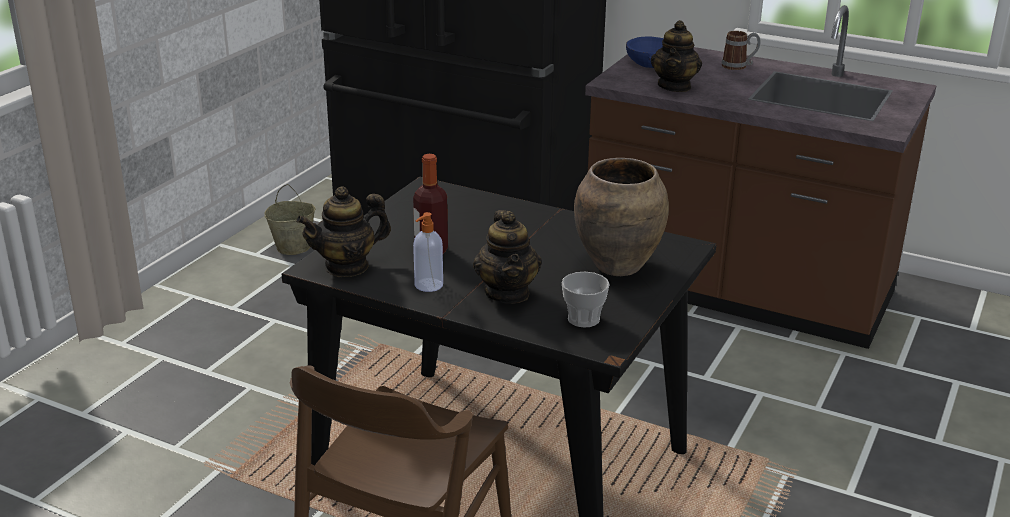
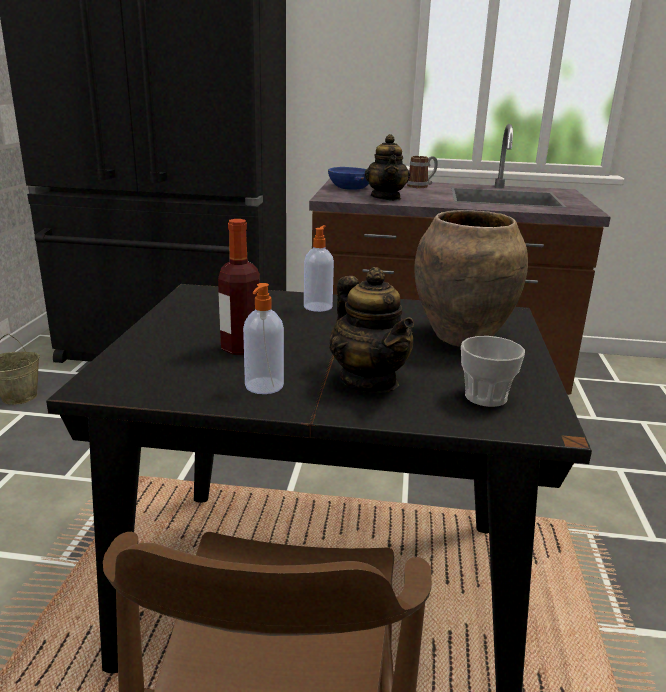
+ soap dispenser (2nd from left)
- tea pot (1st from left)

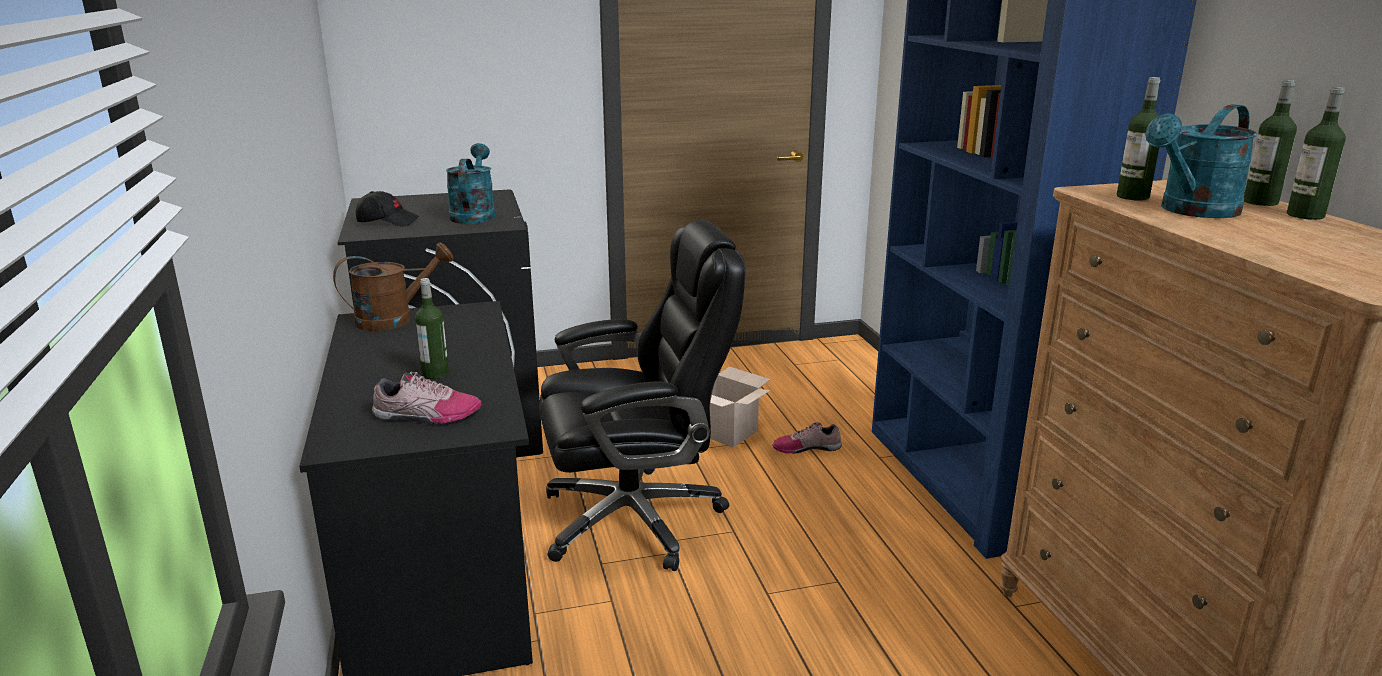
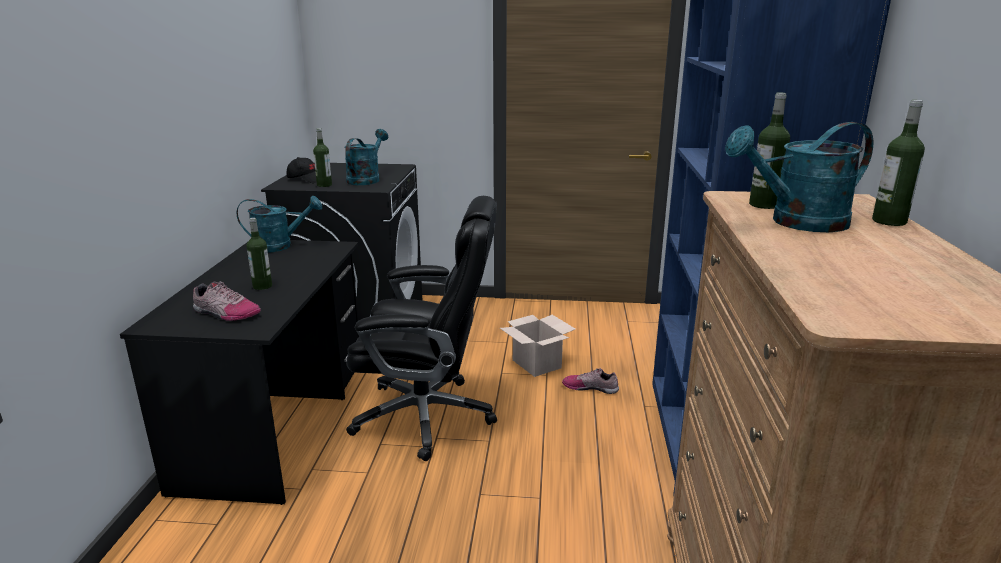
~ watering pot in brownish to watering pot in blue-green (1st from left)
~ drink bottle (4th from left in the first image) to drink bottle (2nd from left)

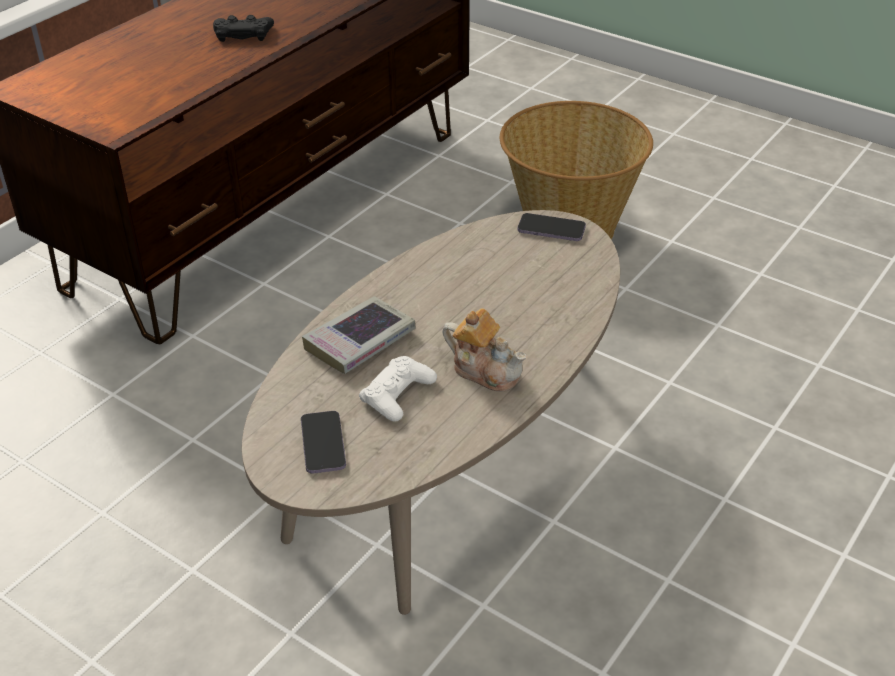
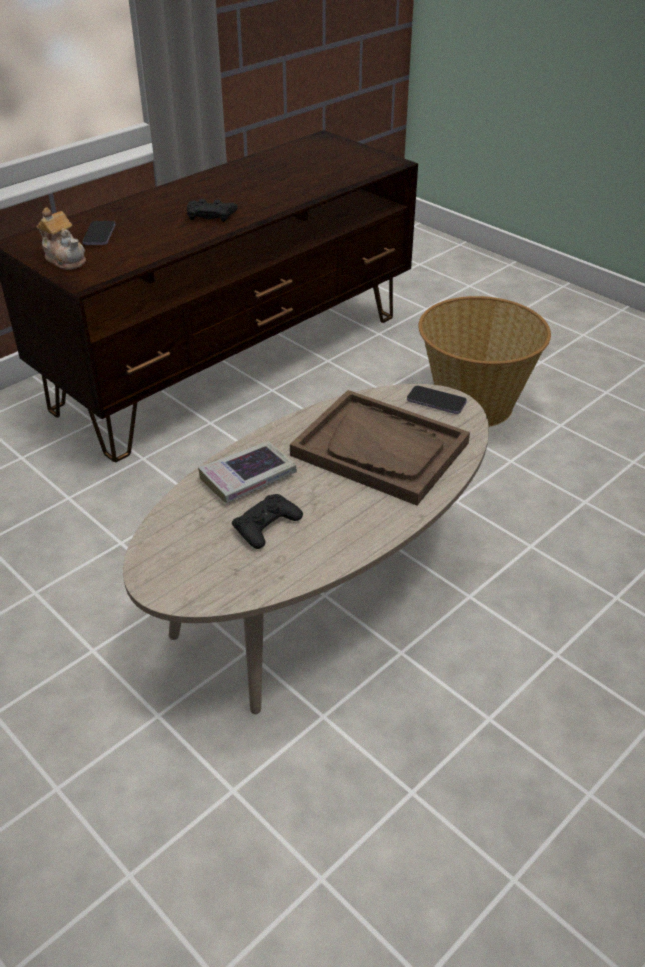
~ tea pot
~ telephone (1st from left)
~ joypad in whitish to joypad in black-coloured (2nd from left)
+ serving tray in brownish

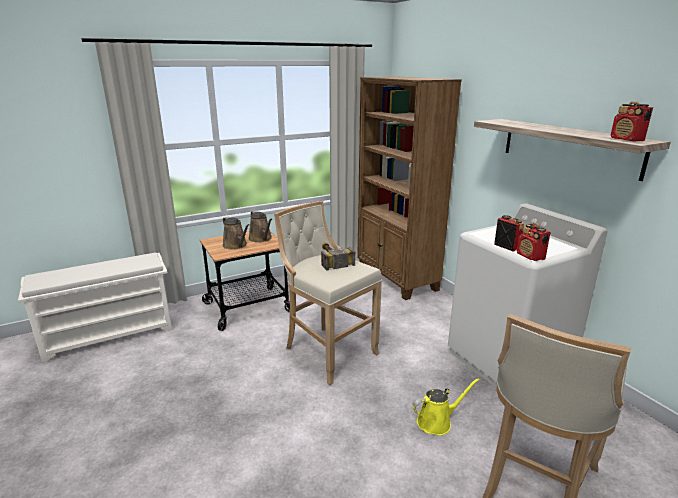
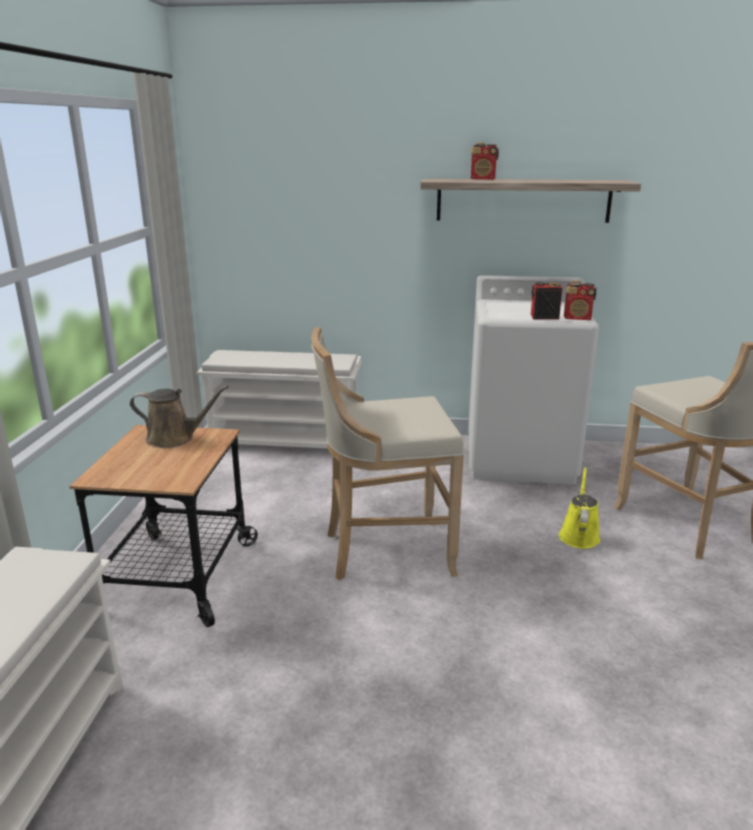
~ shelving unit in brownish to shoe shelf in whitish (2nd from left)
~ radio (3rd from left in the first image) to radio (1st from left)
- watering pot in brownish (1st from left)
- hammer

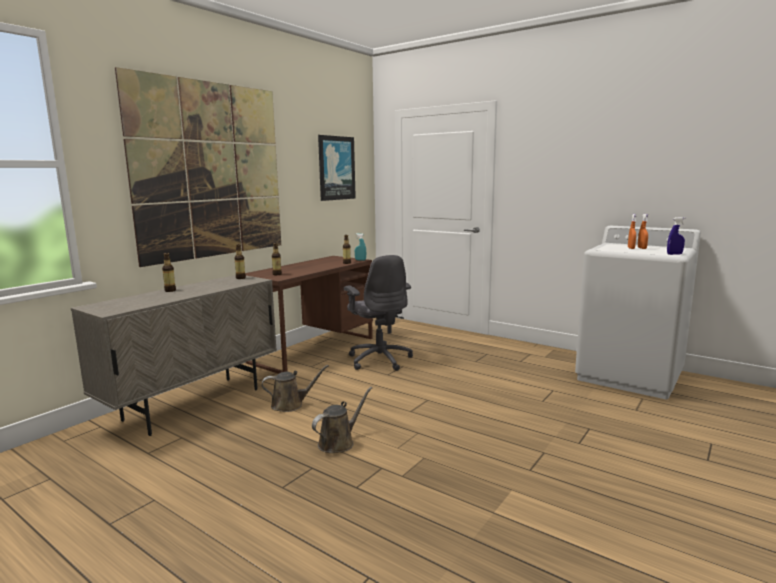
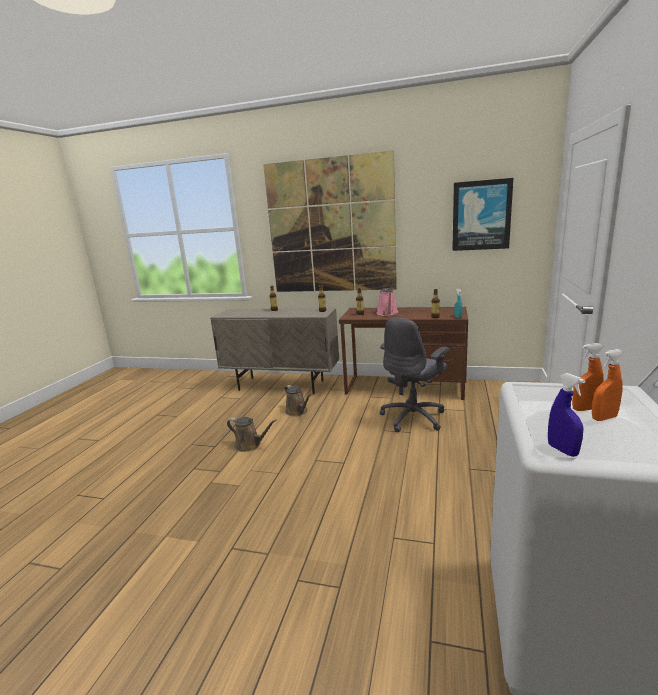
+ watering pot in pink

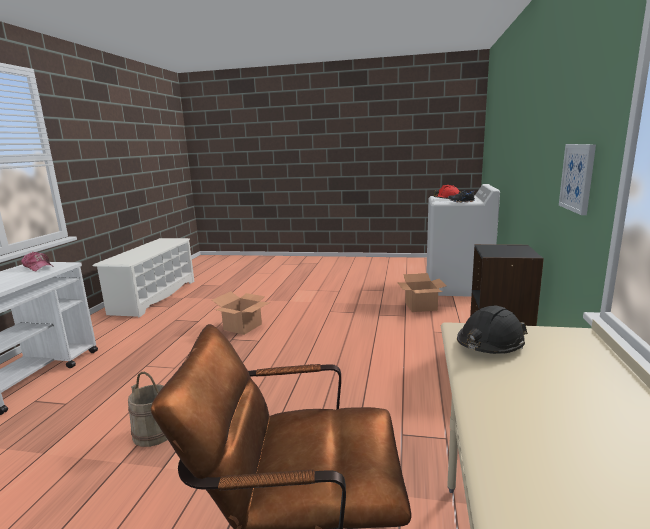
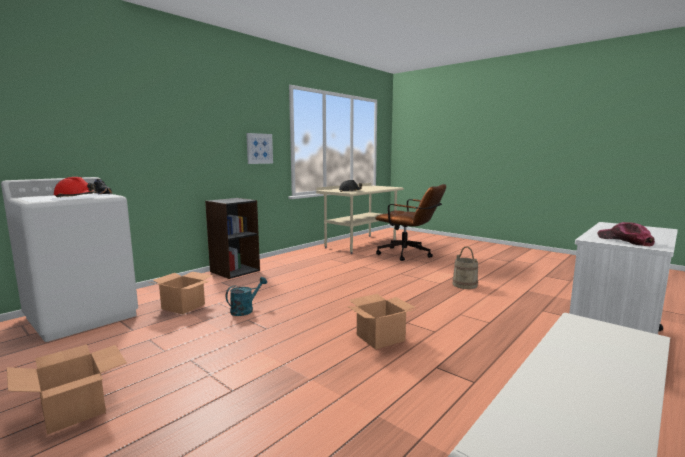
+ cardboard box (1st from left)
+ watering pot in blue-green

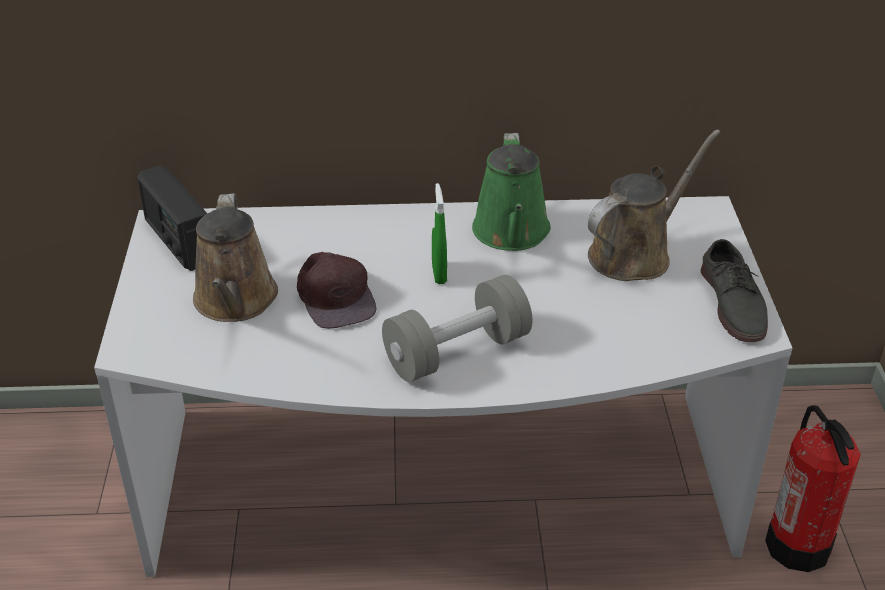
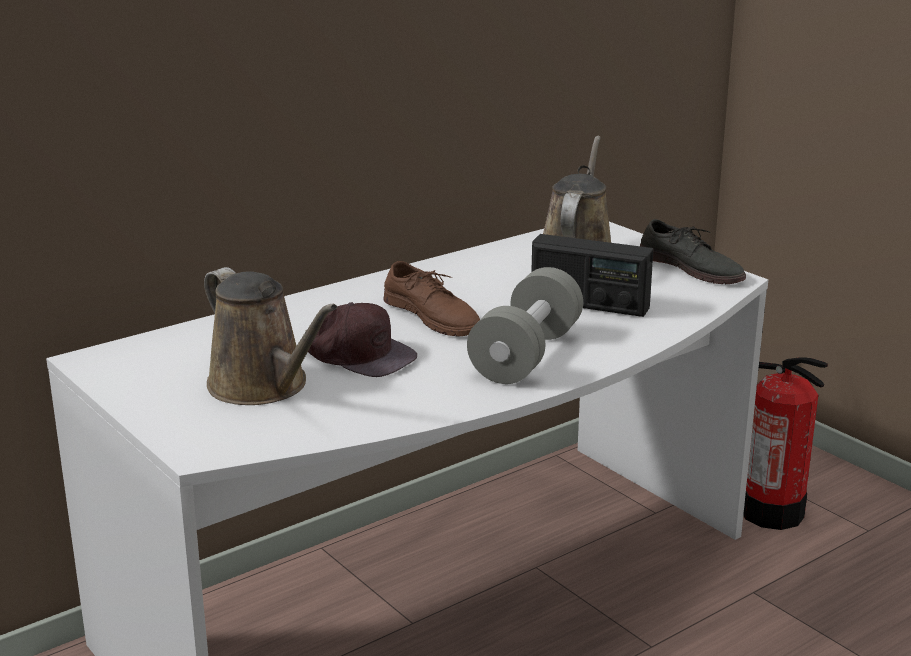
~ hand sprayer in greenish to item of footwear in brownish
~ radio
- watering pot in greenish

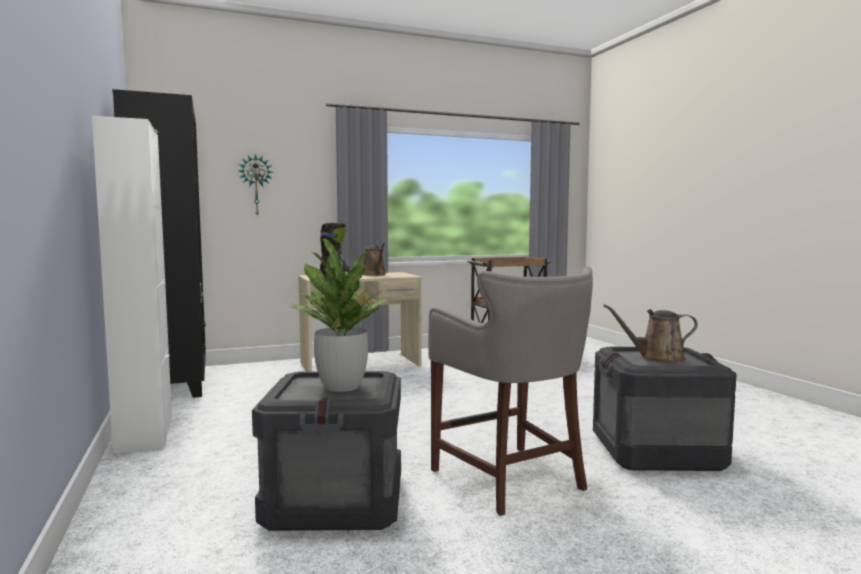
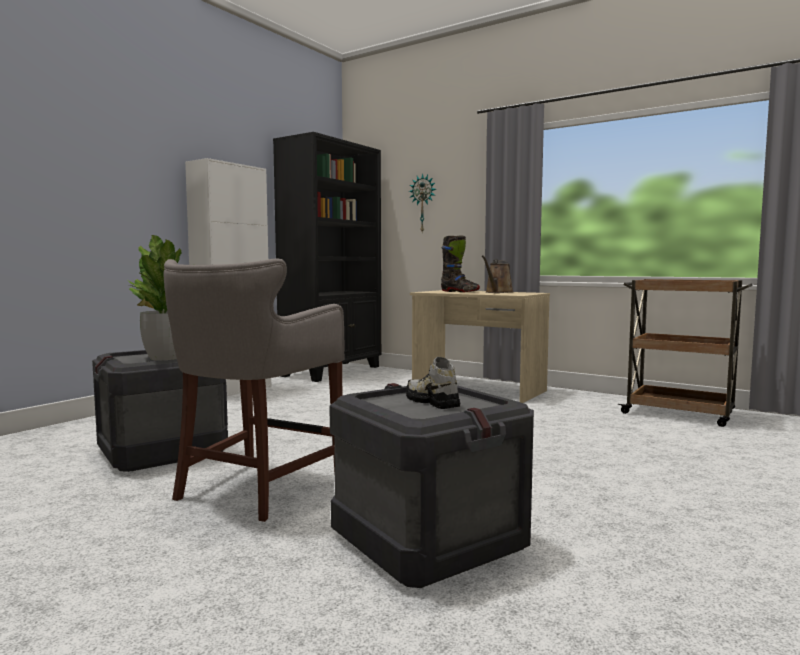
~ watering pot in brownish (2nd from left) to item of footwear

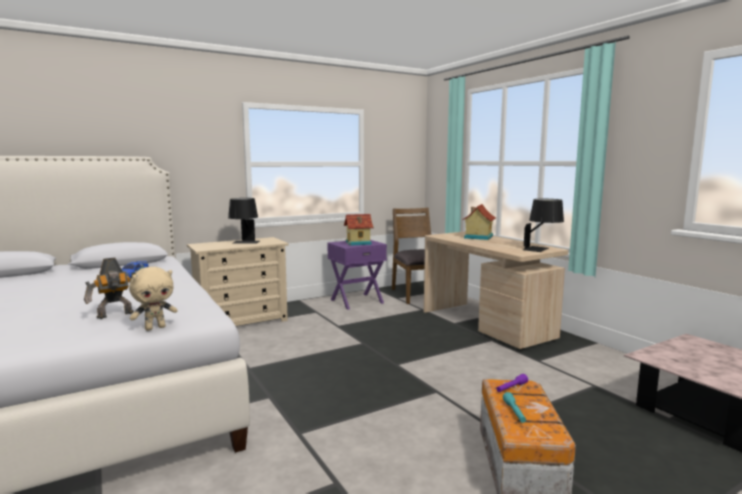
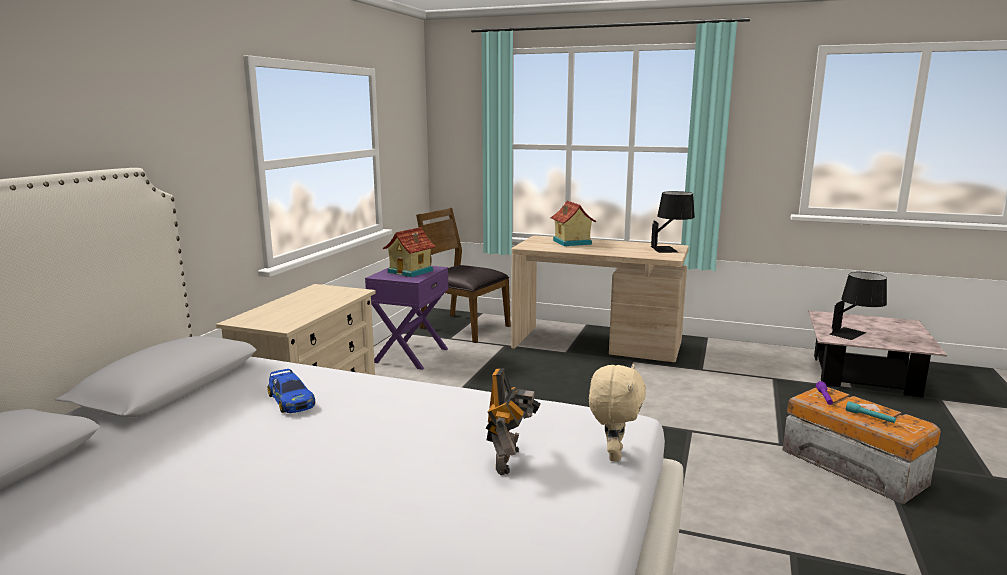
~ table lamp in black-coloured (1st from left in the first image) to table lamp in black-coloured (2nd from left)

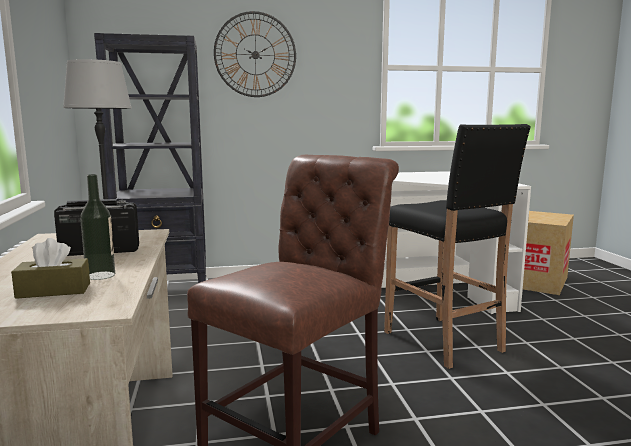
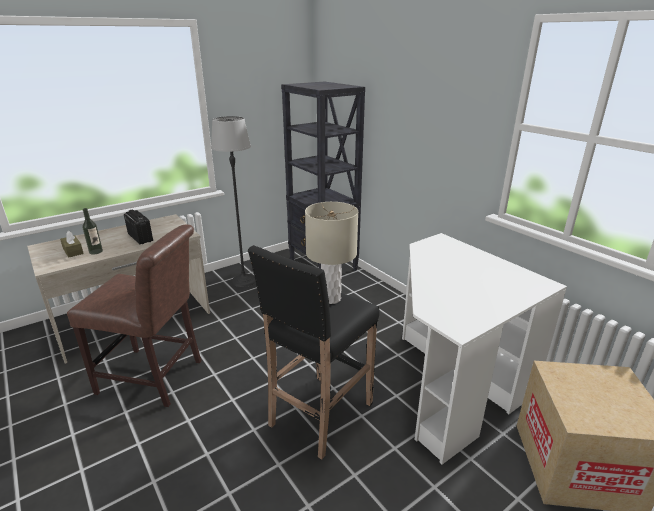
+ table lamp in beige
- clock on the wall

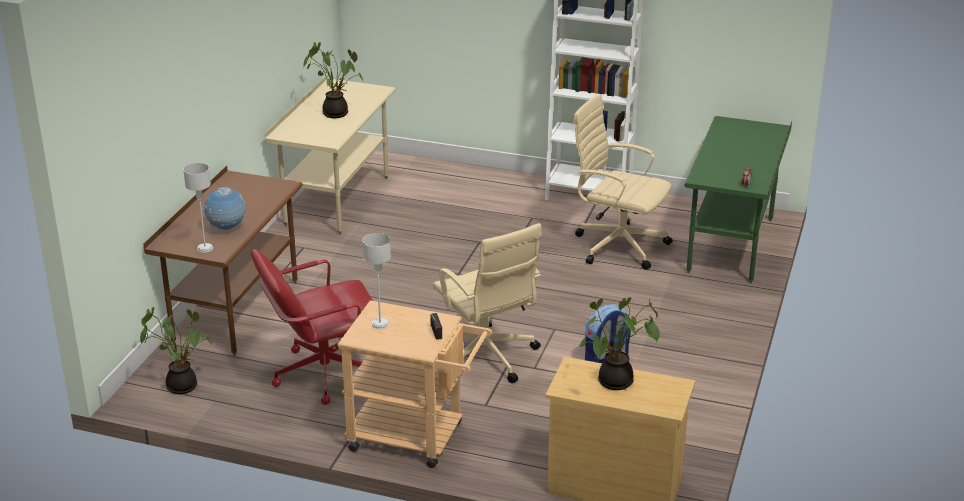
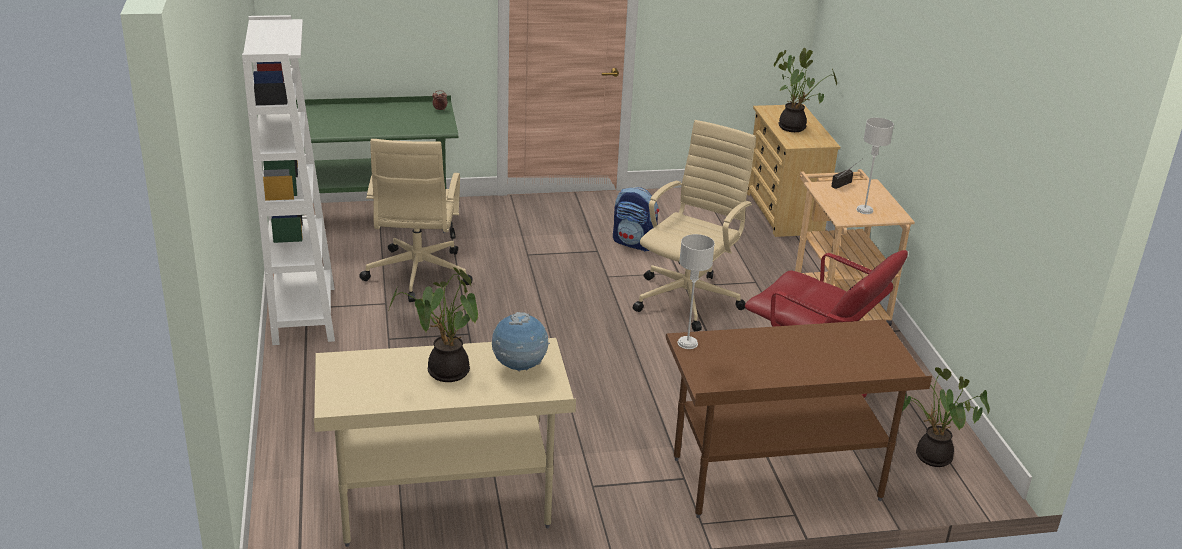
~ desk globe
~ table lamp in greyish (1st from left)

